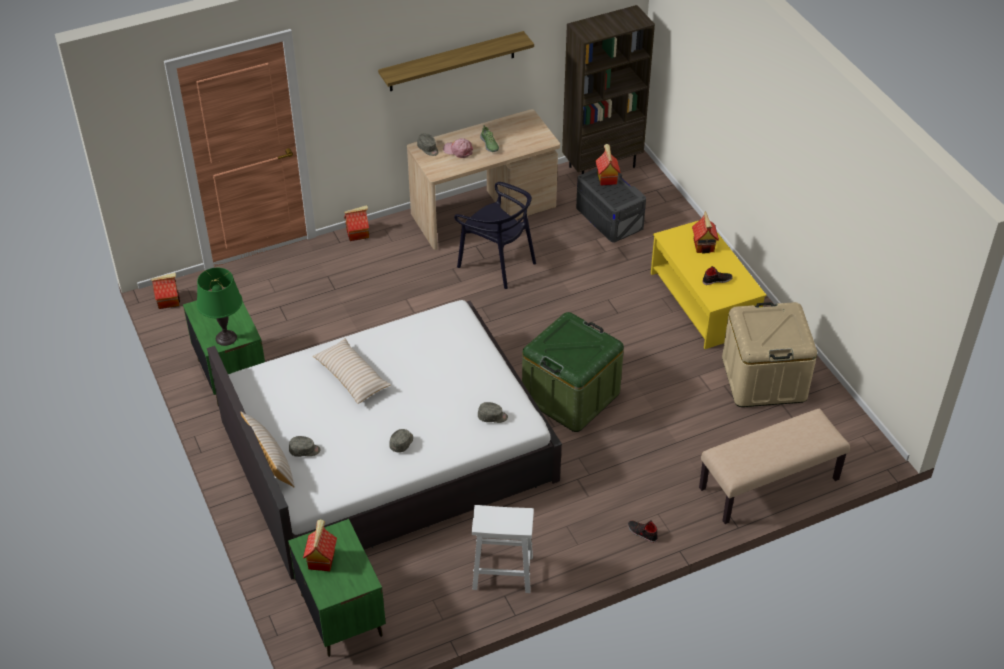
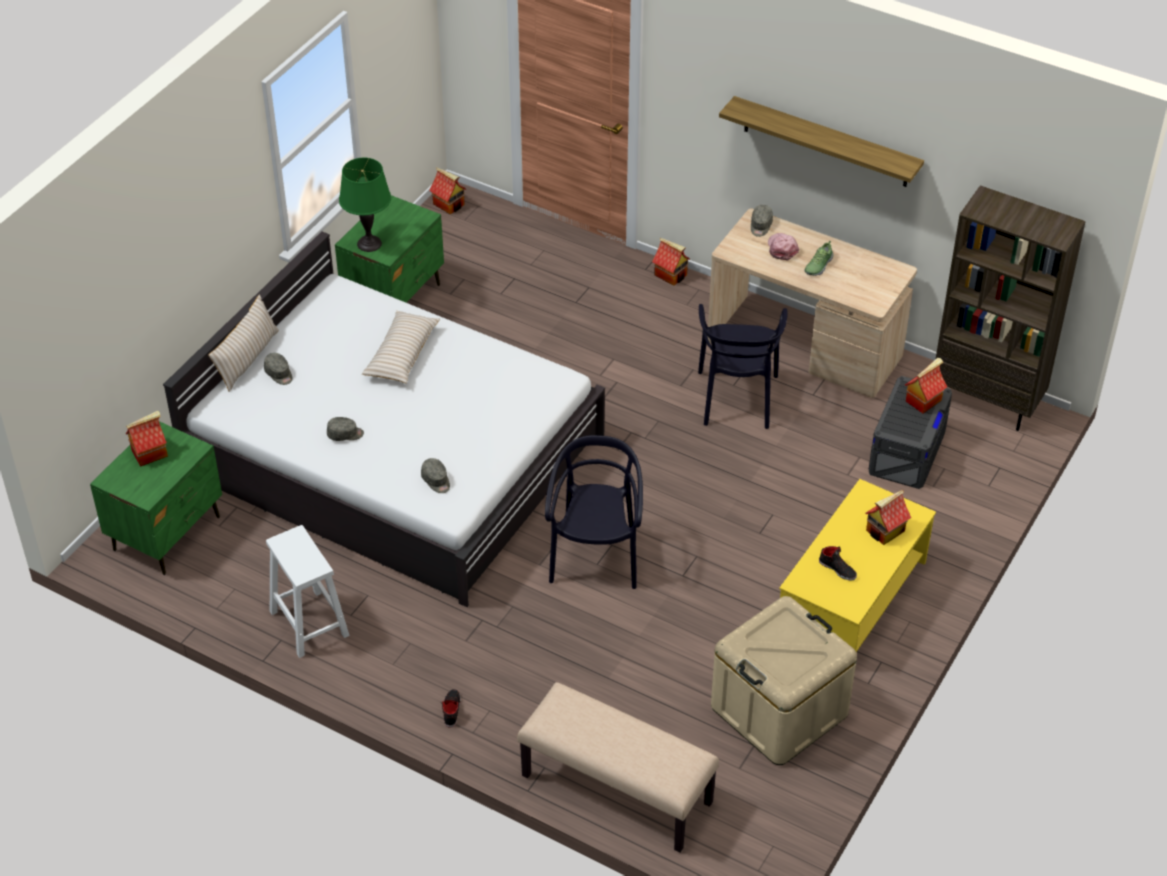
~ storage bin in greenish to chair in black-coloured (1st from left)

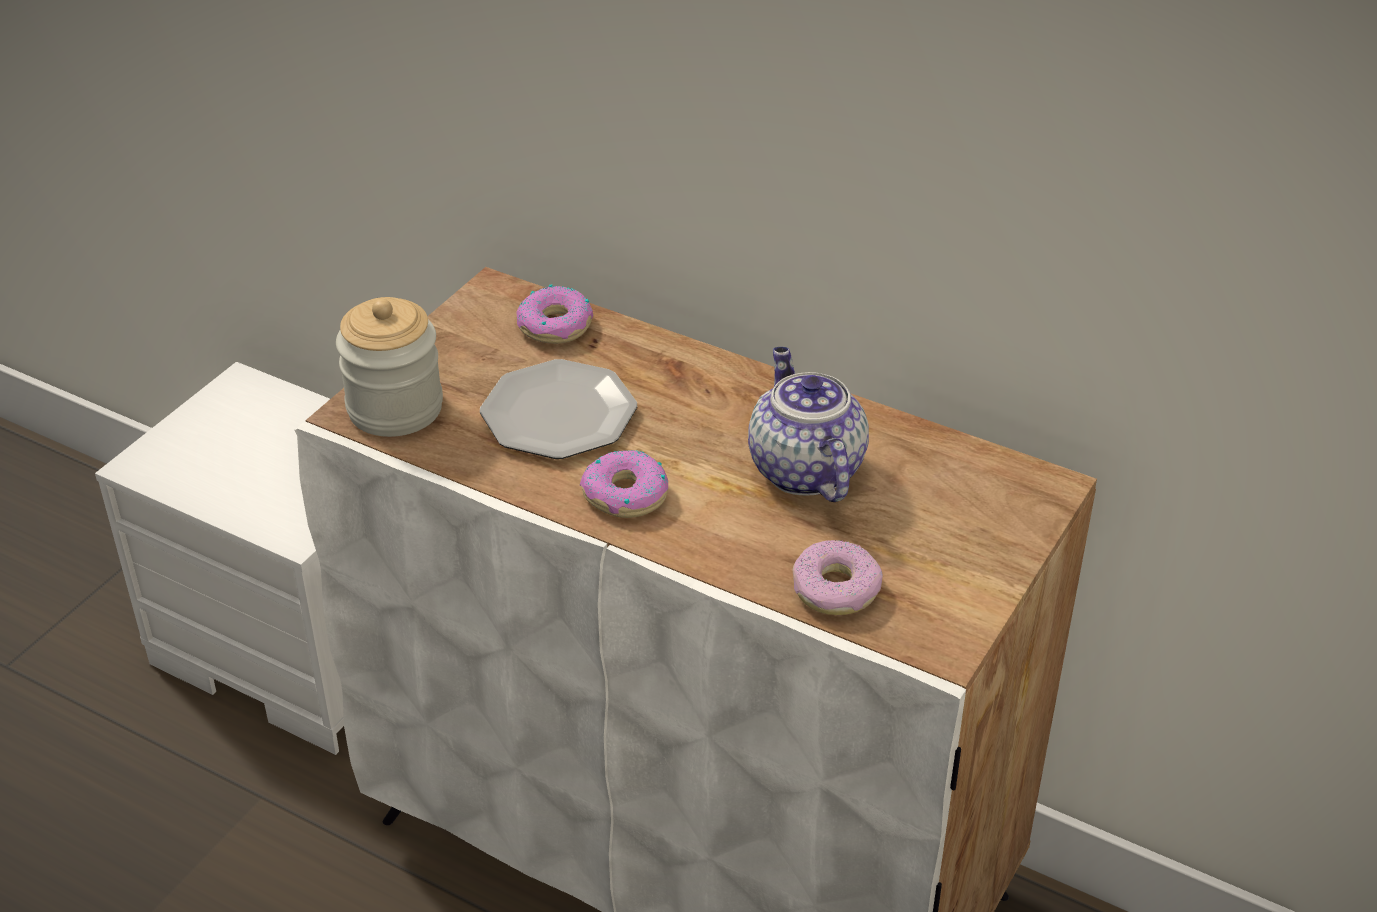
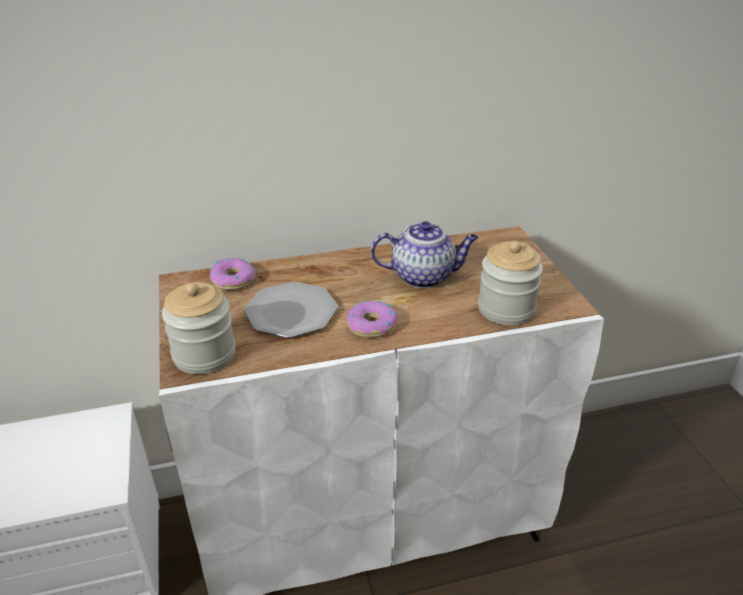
~ tea pot 150 degrees clockwise
~ donut (3rd from left) to storage jar (2nd from left)

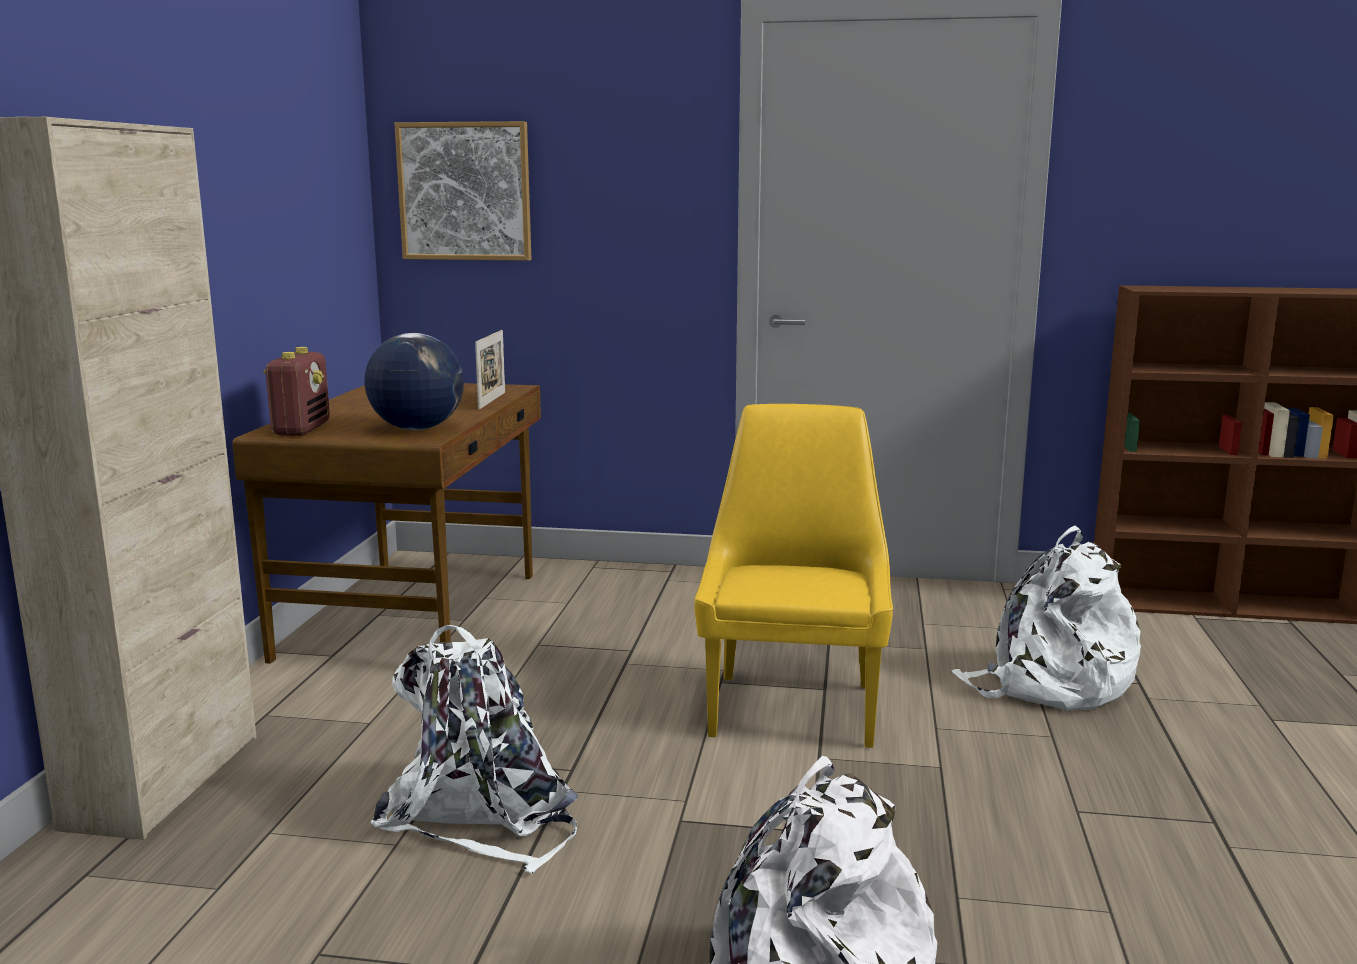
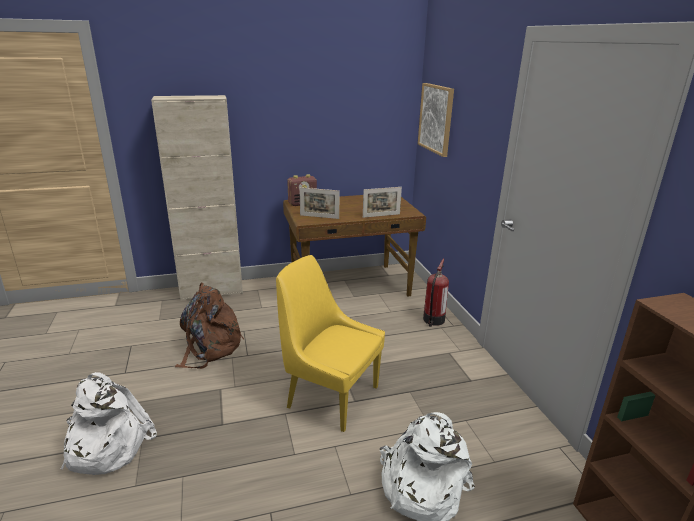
~ rucksack in whitish (1st from left) to rucksack in brownish
~ chair in yellow 135 degrees counterclockwise
~ desk globe to photo frame (1st from left)
+ fire-fighting cylinder

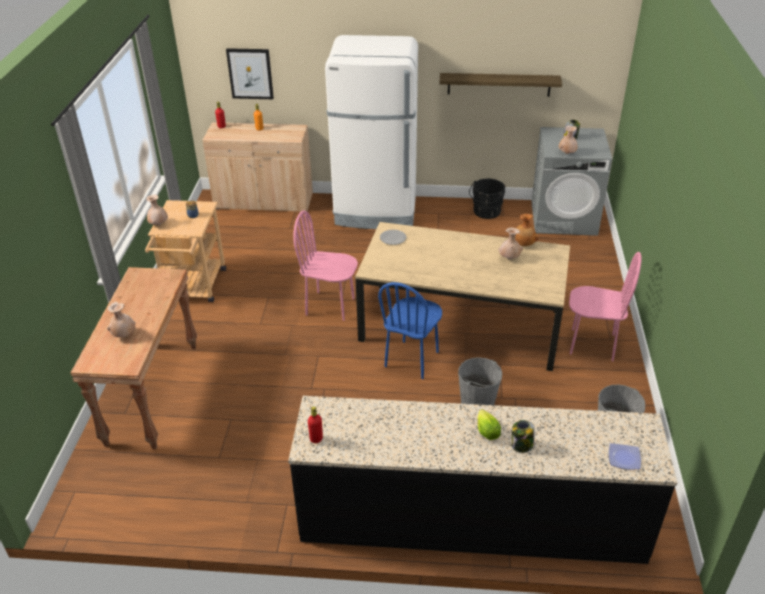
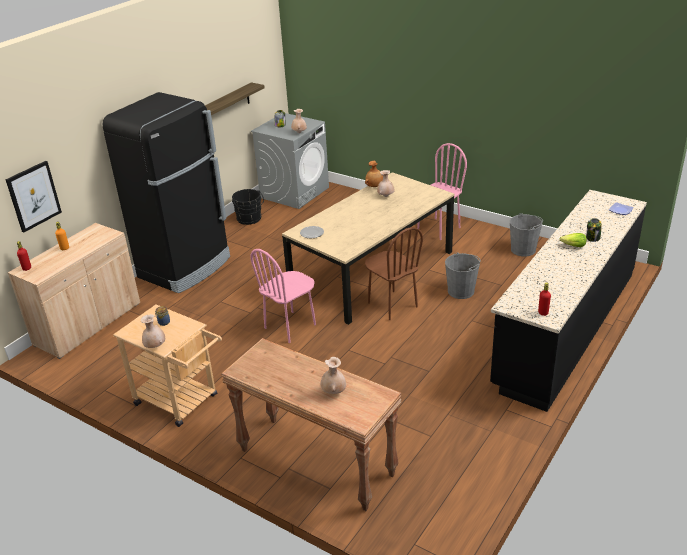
~ kitchen fridge in whitish to kitchen fridge in black-coloured
~ chair in blue-coloured to chair in brownish

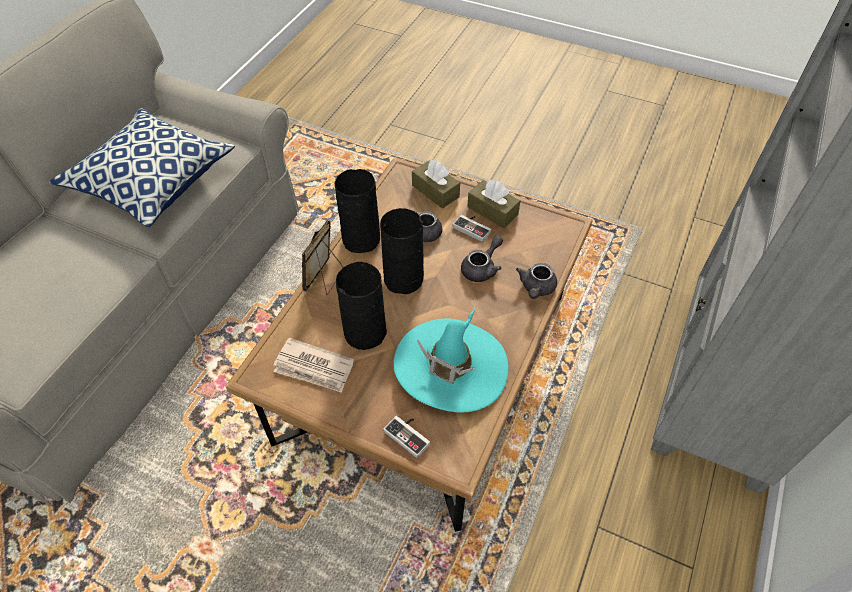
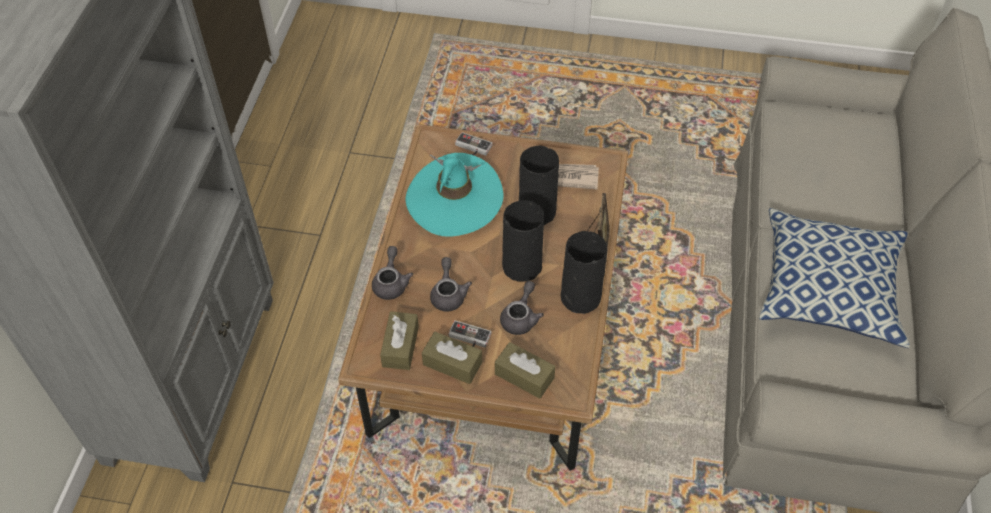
+ box of tissues in brownish (1st from left)
~ tea pot in greyish (2nd from left) 150 degrees clockwise

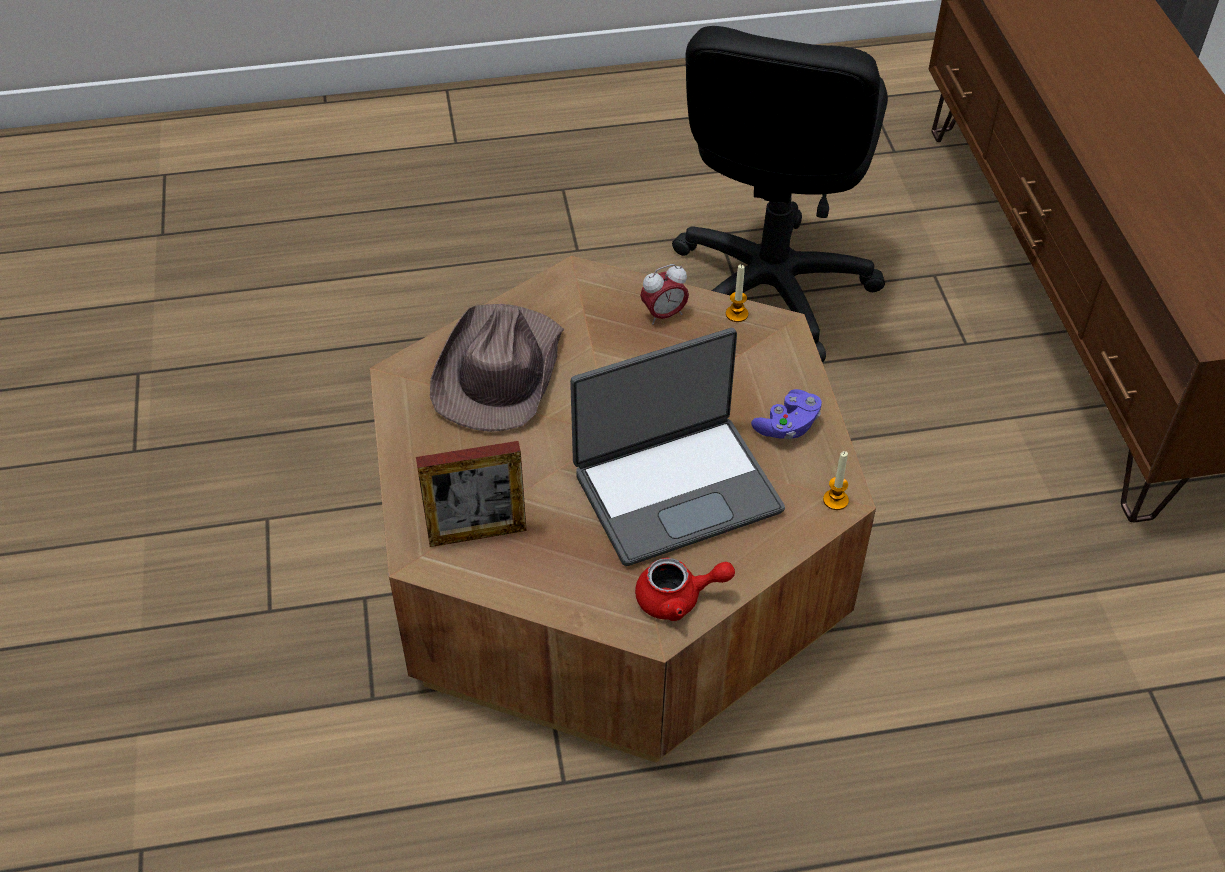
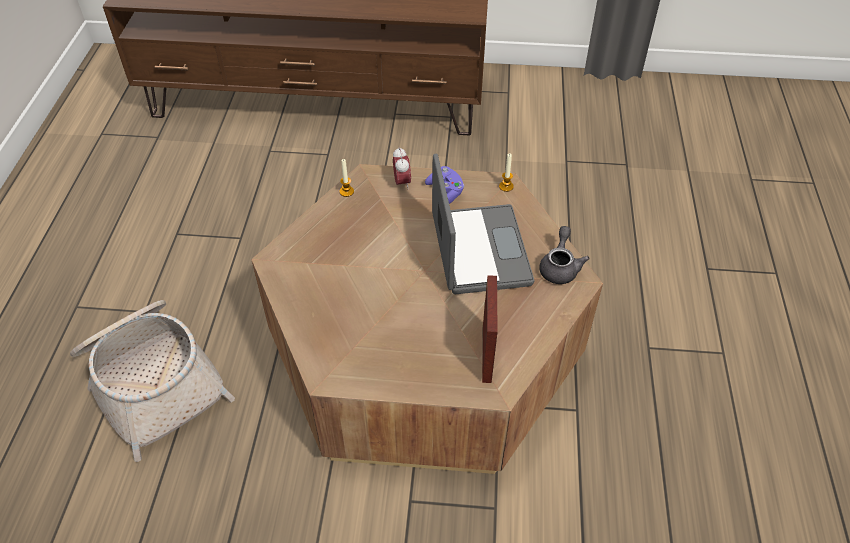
+ basket
~ table clock
~ tea pot in red-coloured to tea pot in greyish
- wearable hat in brownish
- computer chair in black-coloured

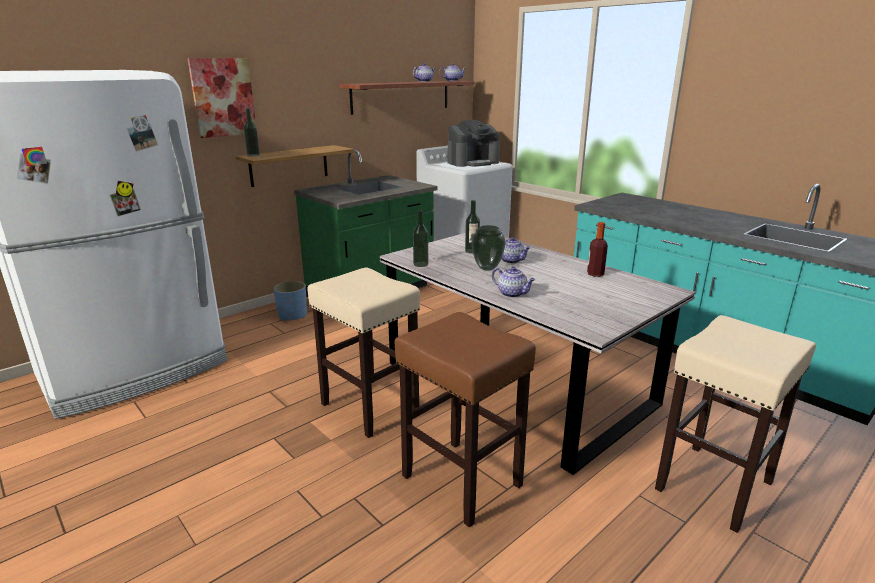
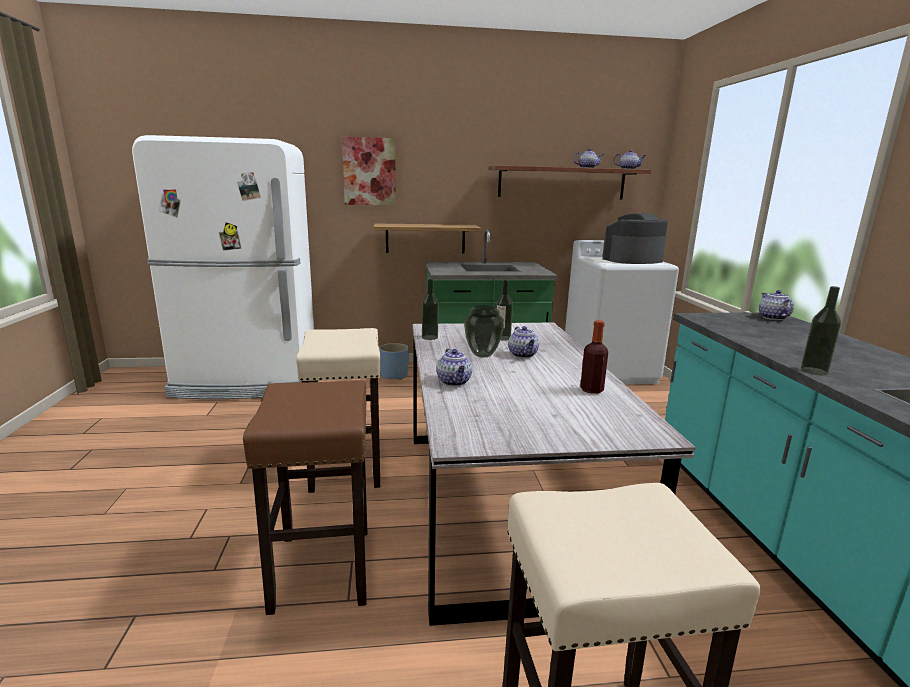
~ coffee maker 150 degrees clockwise
+ tea pot (5th from left)
~ drink bottle (1st from left in the first image) to drink bottle (4th from left)

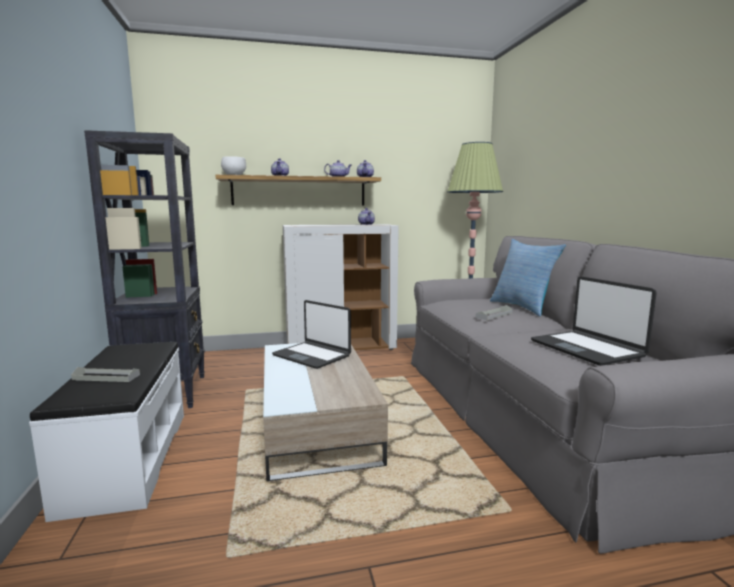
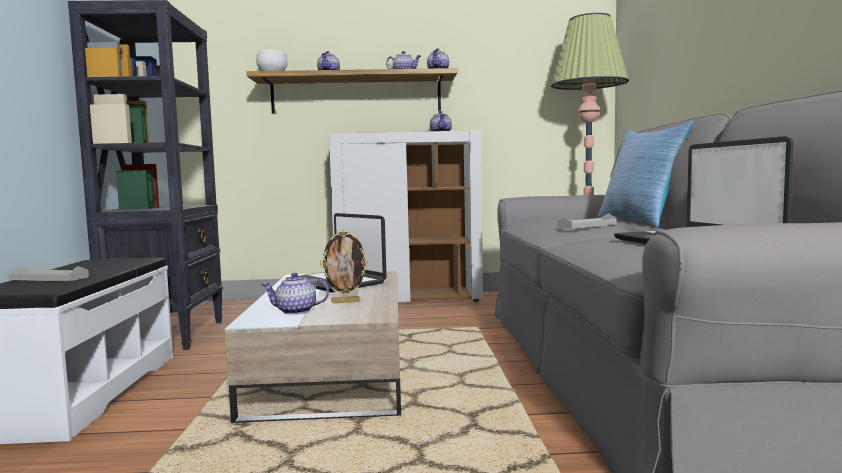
+ tea pot (1st from left)
+ photo frame

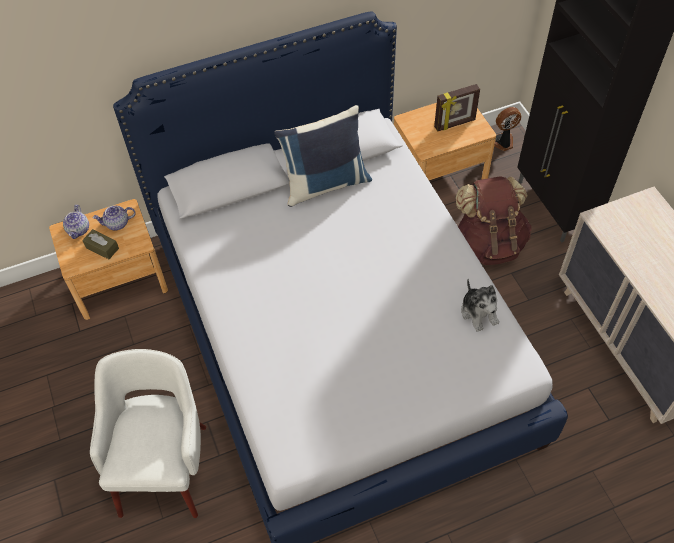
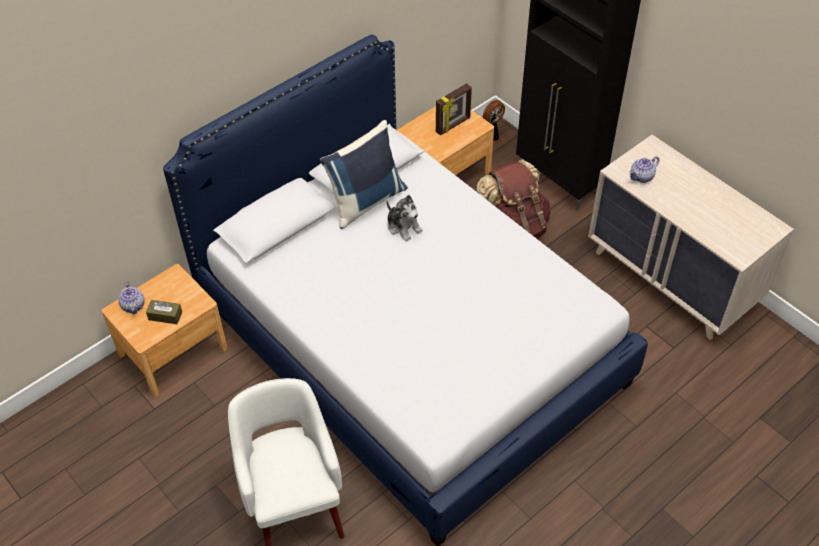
~ soft toy
~ tea pot (2nd from left)

